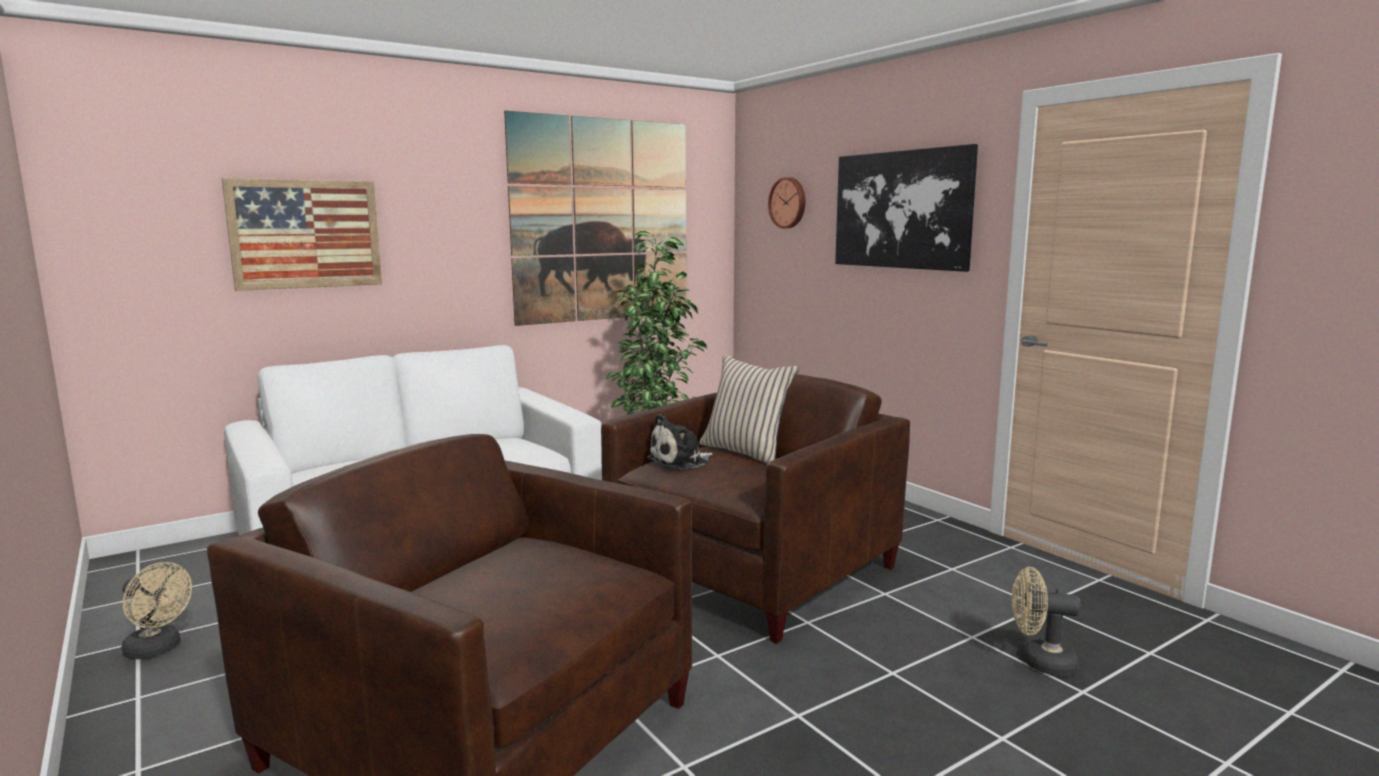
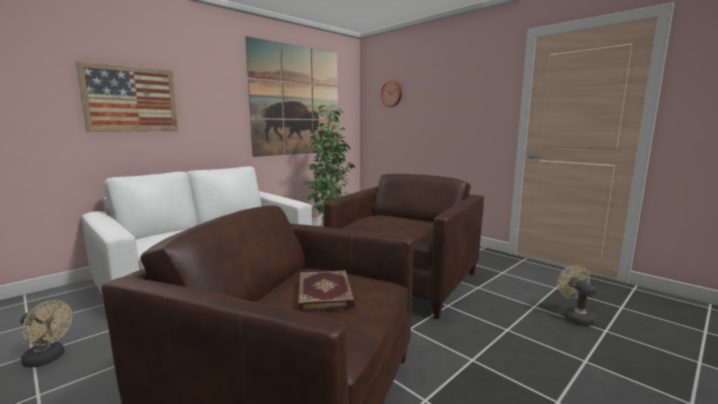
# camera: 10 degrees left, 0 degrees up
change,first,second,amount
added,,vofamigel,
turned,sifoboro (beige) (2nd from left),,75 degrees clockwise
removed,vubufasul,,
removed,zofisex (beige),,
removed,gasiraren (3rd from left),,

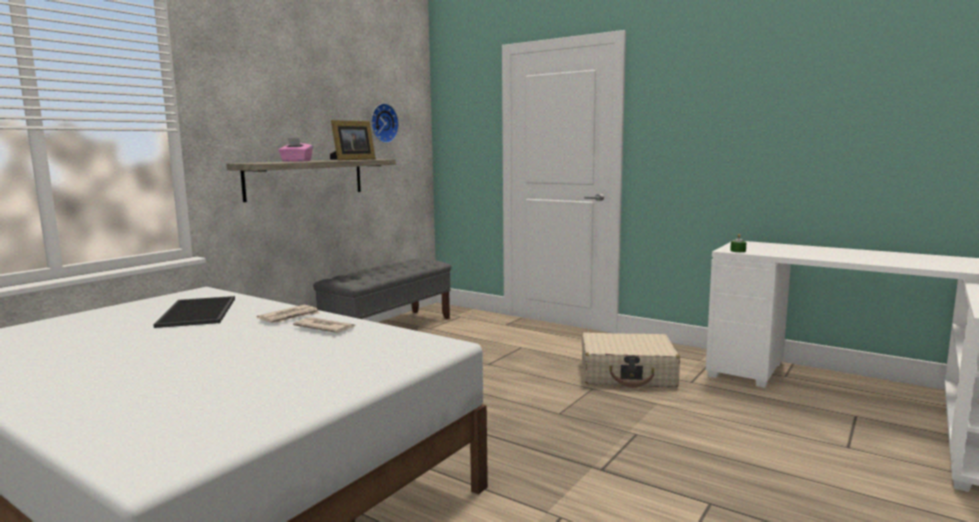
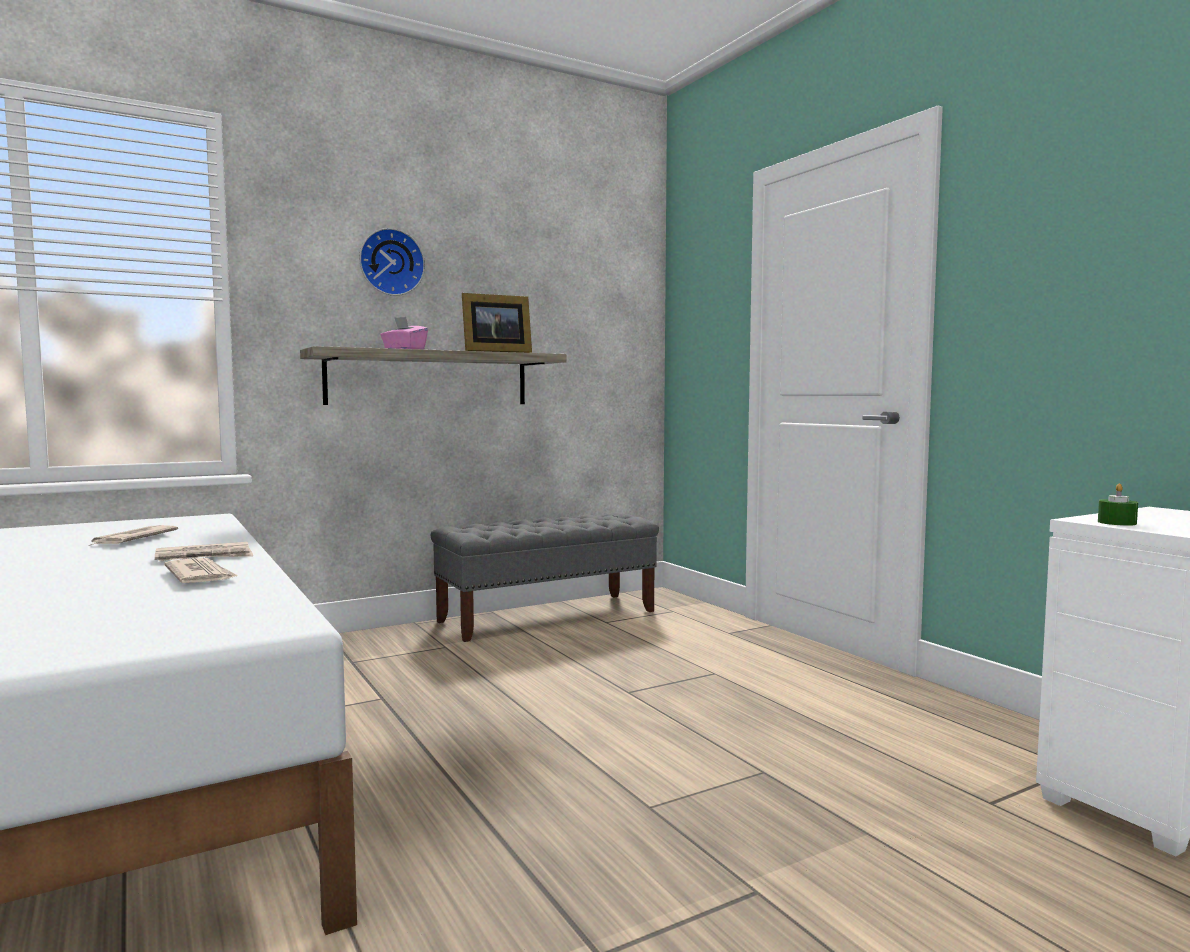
# camera: 25 degrees right, 5 degrees down
change,first,second,amount
replaced,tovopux,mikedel (1st from left),
moved,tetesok,,
removed,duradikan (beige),,

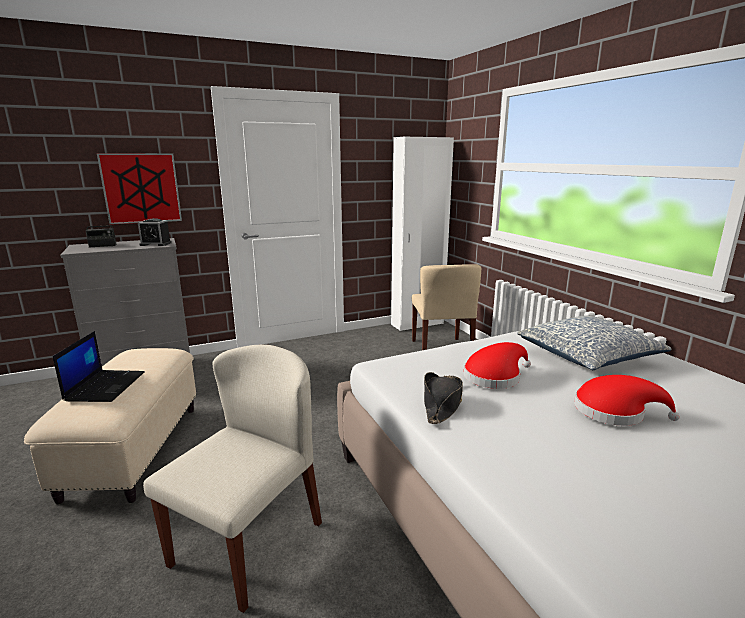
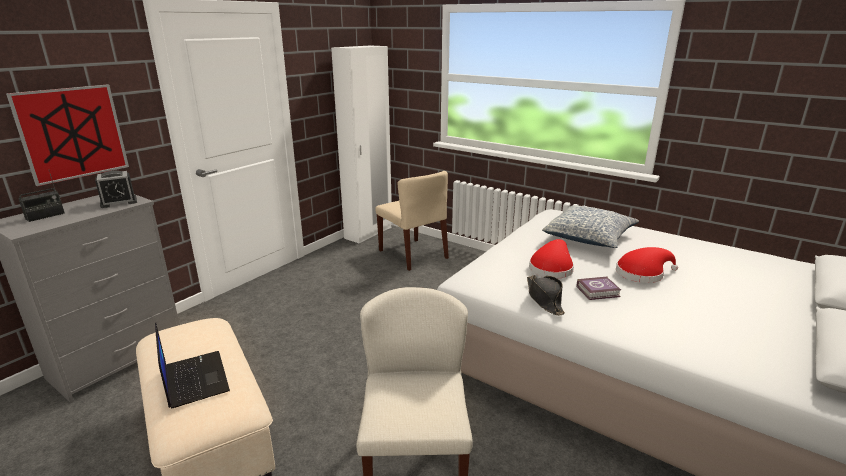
# camera: 30 degrees left, 5 degrees up
change,first,second,amount
added,,vofamigel,

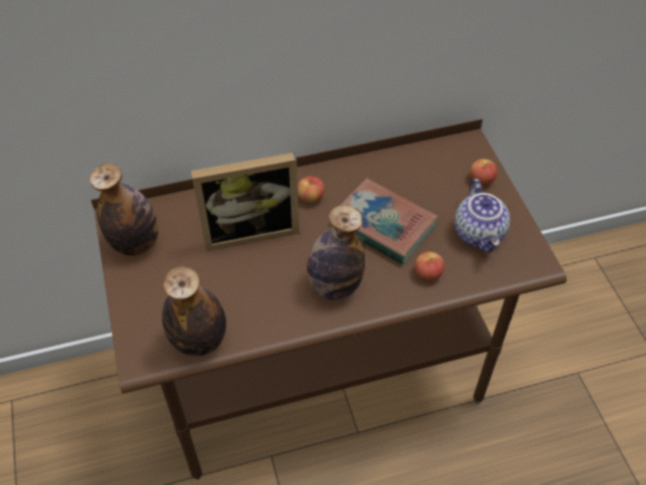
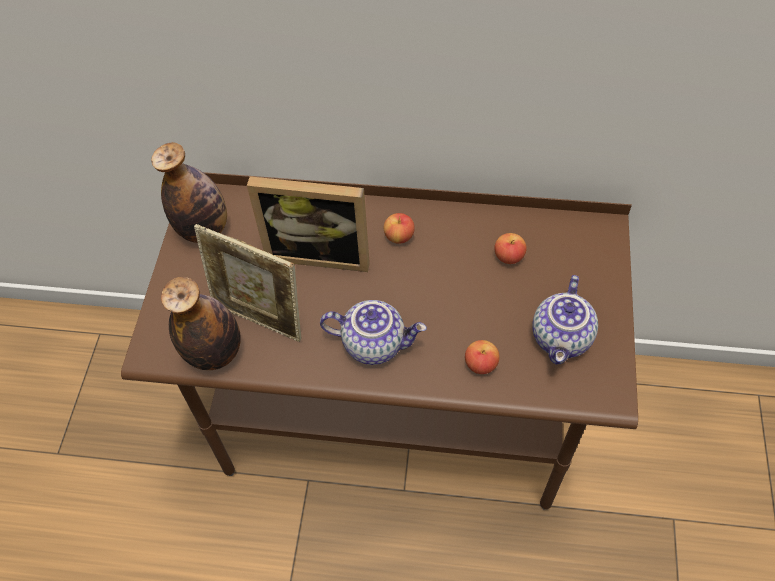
# camera: 25 degrees right, 5 degrees up
change,first,second,amount
added,,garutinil (1st from left),
replaced,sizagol (3rd from left),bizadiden (1st from left),
moved,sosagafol (3rd from left),,
removed,vofamigel,,

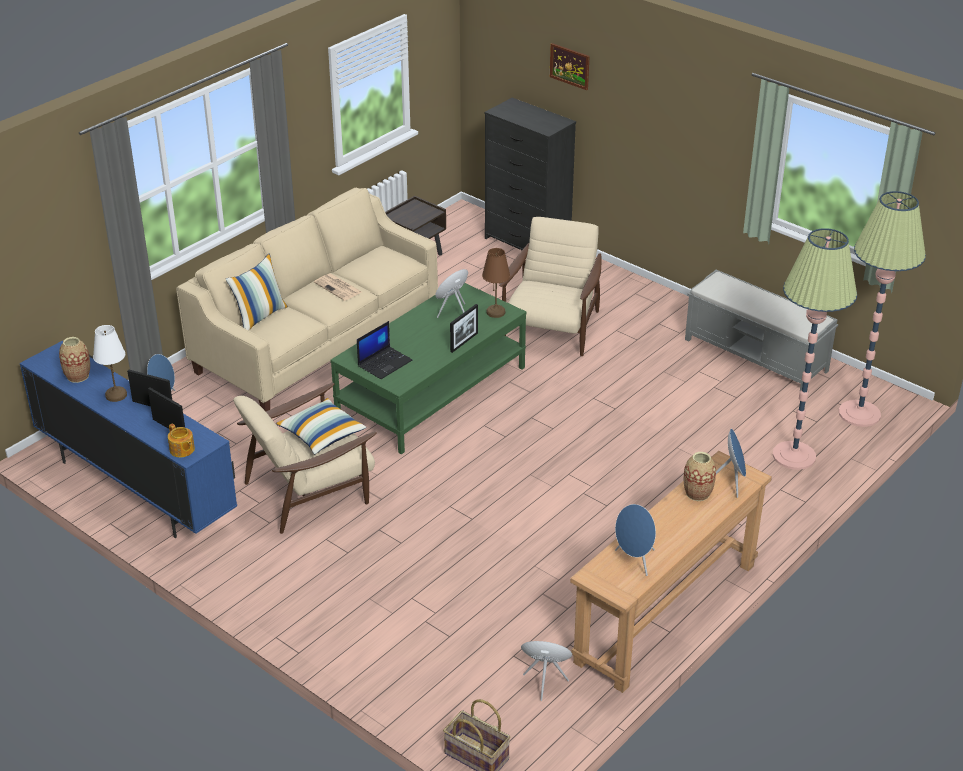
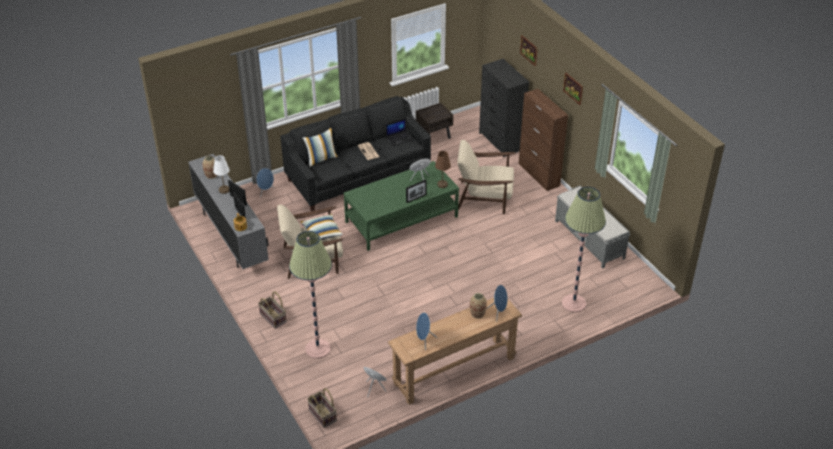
# camera: 20 degrees right, 5 degrees up
change,first,second,amount
recoloured,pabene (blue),pabene (grey),
added,,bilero (1st from left),
recoloured,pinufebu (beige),pinufebu (black),
moved,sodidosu (2nd from left in the first image),sodidosu (1st from left),
moved,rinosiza,,
turned,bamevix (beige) (2nd from left),,120 degrees counterclockwise
added,,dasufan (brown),
added,,gasiraren (2nd from left),

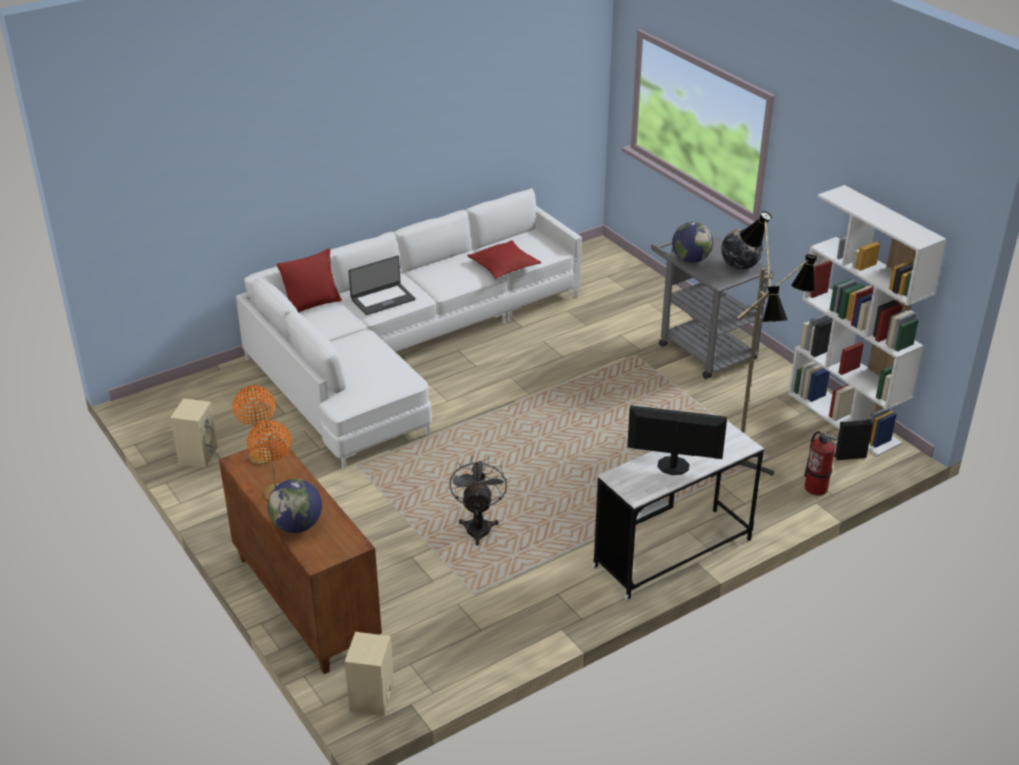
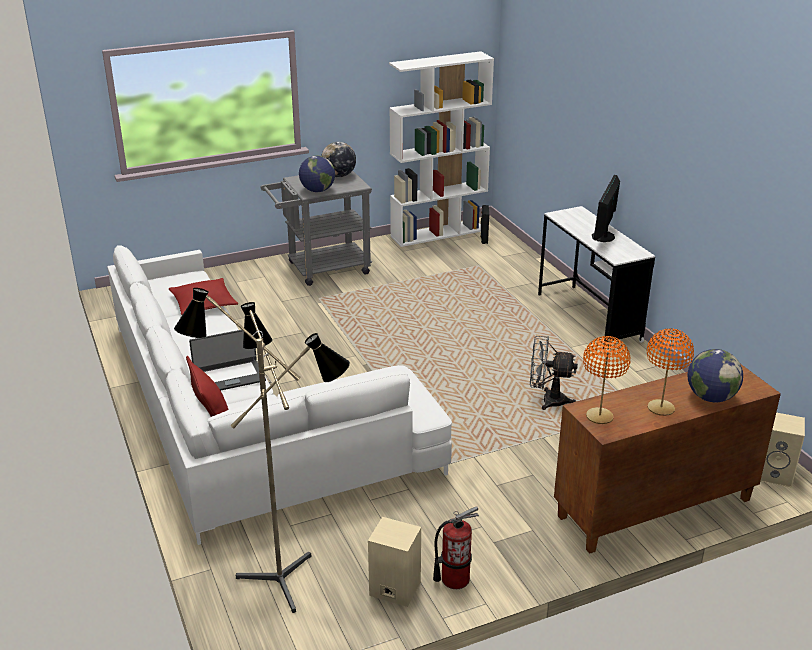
# camera: 80 degrees left, 5 degrees down
change,first,second,amount
moved,sodidosu,,
turned,rinosiza,,90 degrees clockwise
moved,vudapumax,,

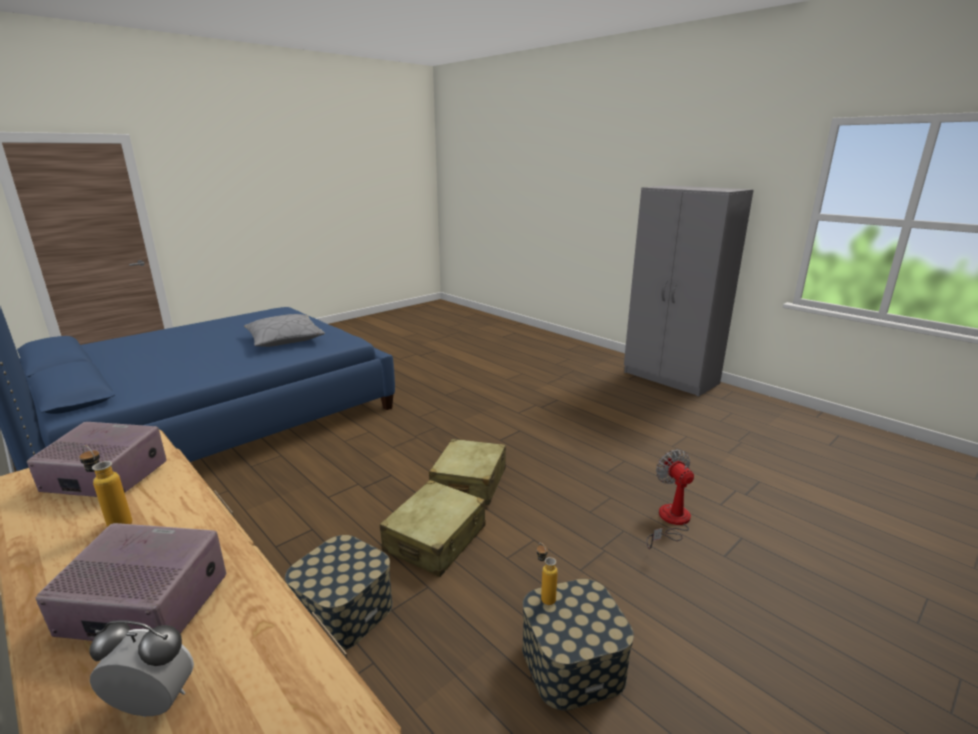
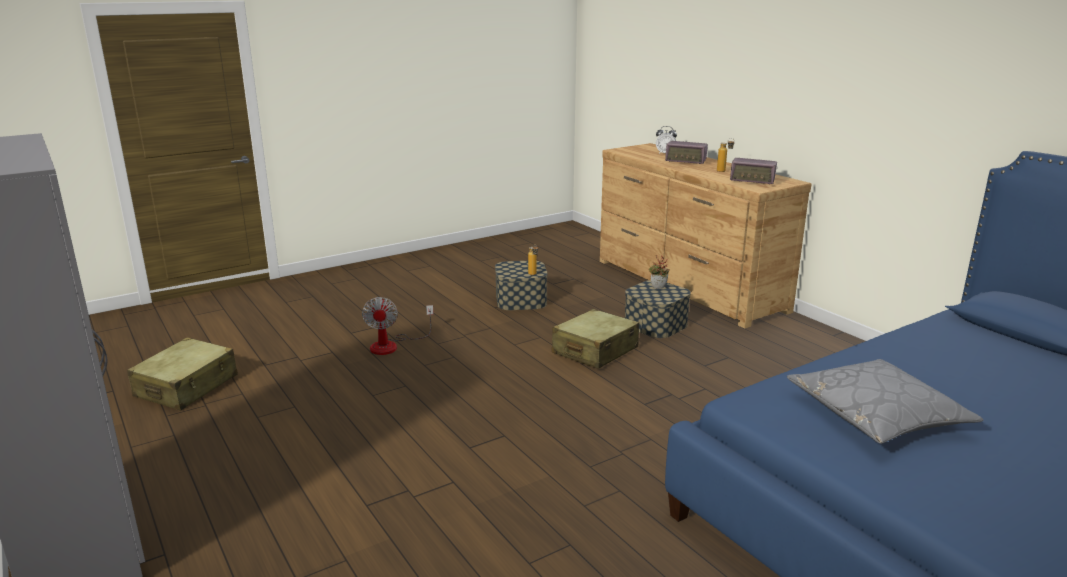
# camera: 170 degrees left, 0 degrees up
change,first,second,amount
moved,duradikan (beige) (2nd from left in the first image),duradikan (beige) (1st from left),
added,,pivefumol,

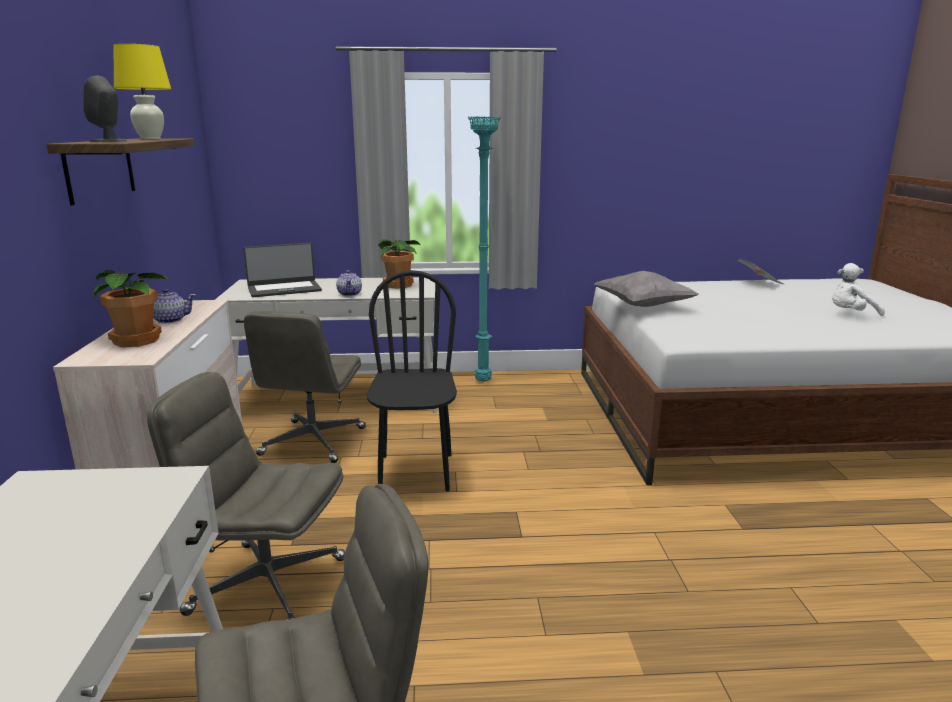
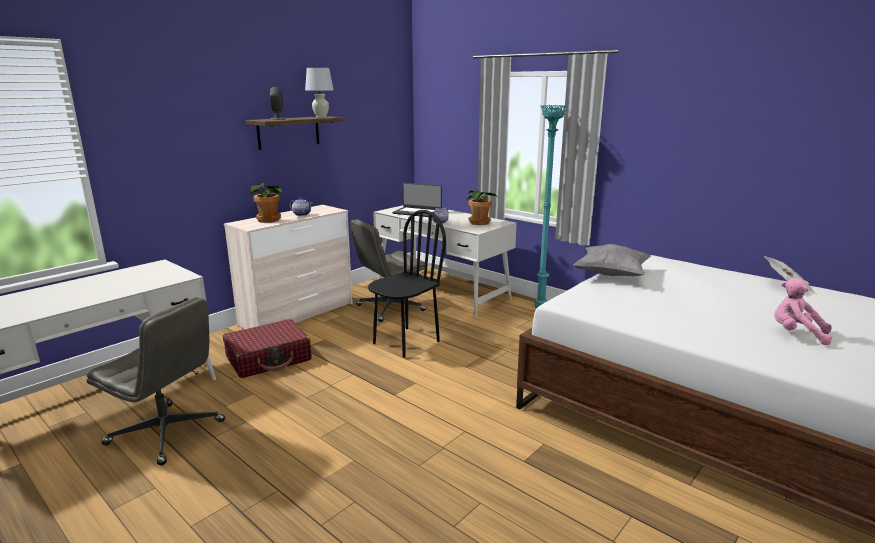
# camera: 45 degrees right, 0 degrees up
change,first,second,amount
replaced,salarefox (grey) (1st from left),duradikan (red),
recoloured,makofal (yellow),makofal (white),
recoloured,vubufasul (white),vubufasul (pink),

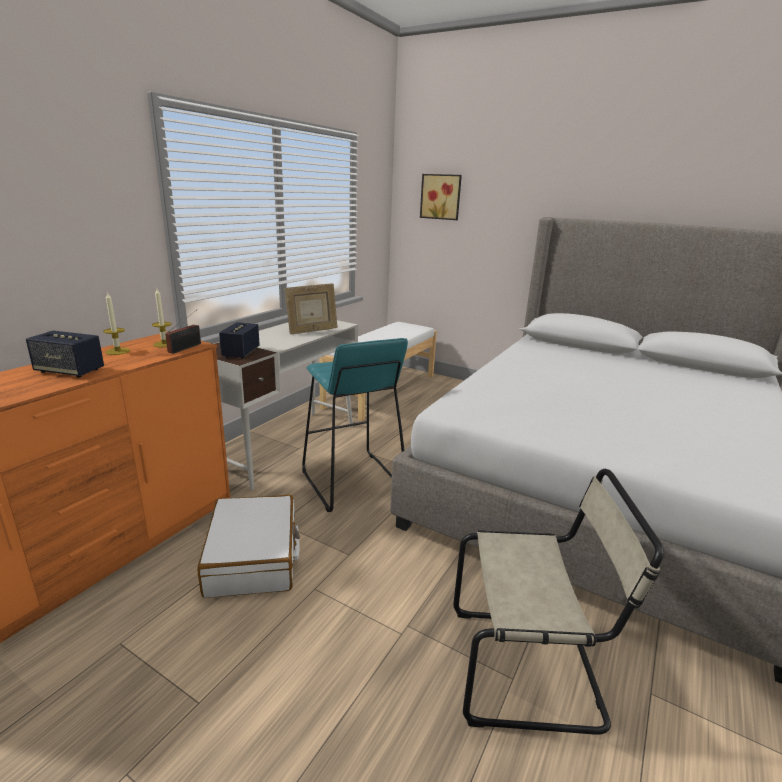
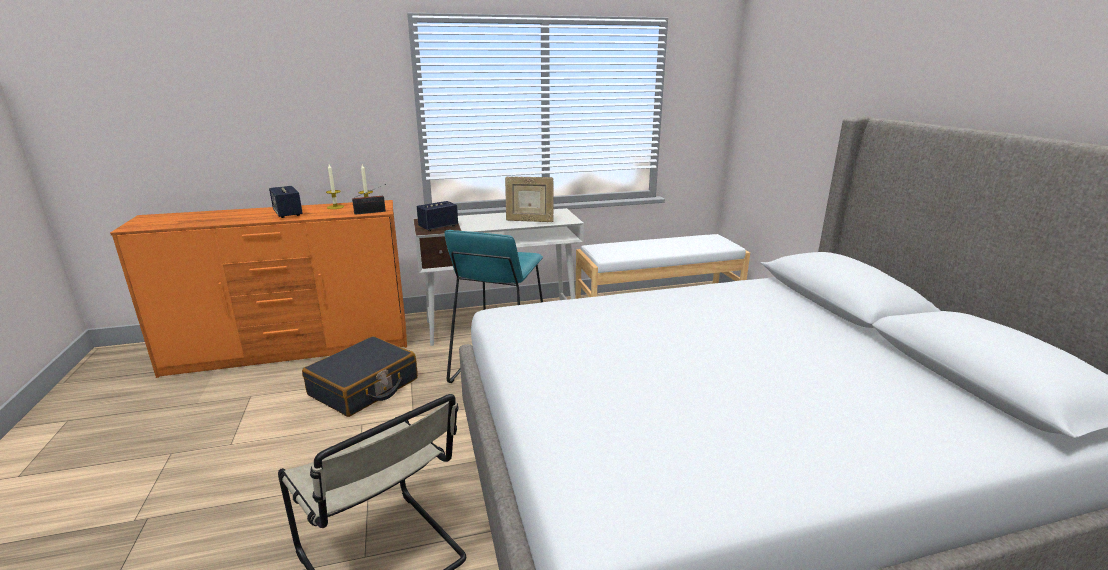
# camera: 45 degrees right, 0 degrees up
change,first,second,amount
recoloured,duradikan (white),duradikan (black),
removed,gasiraren,,

